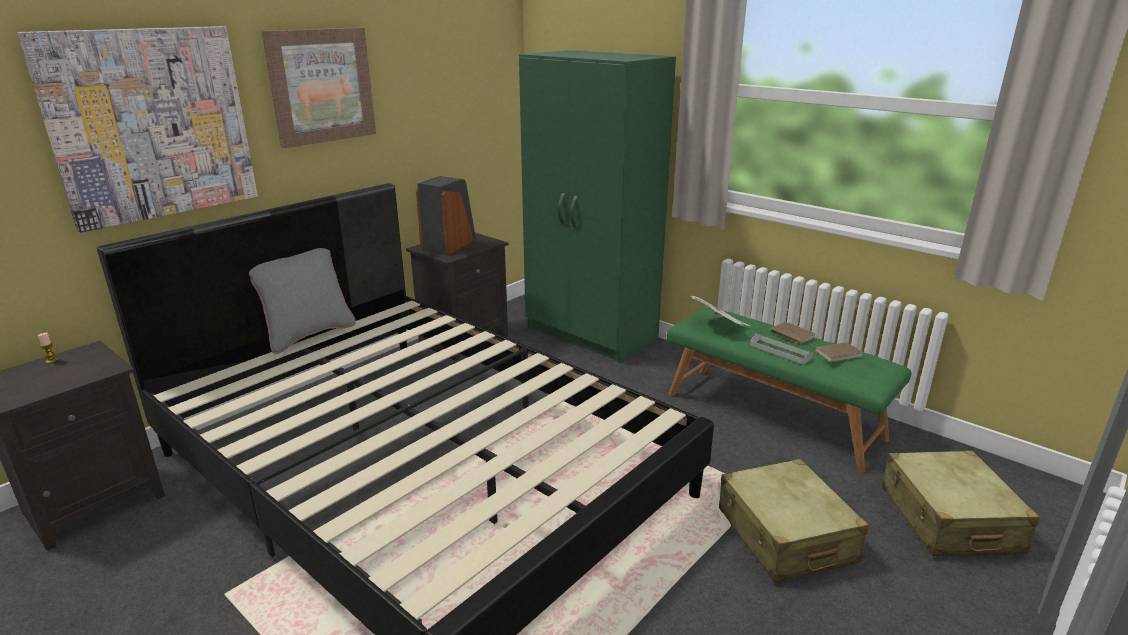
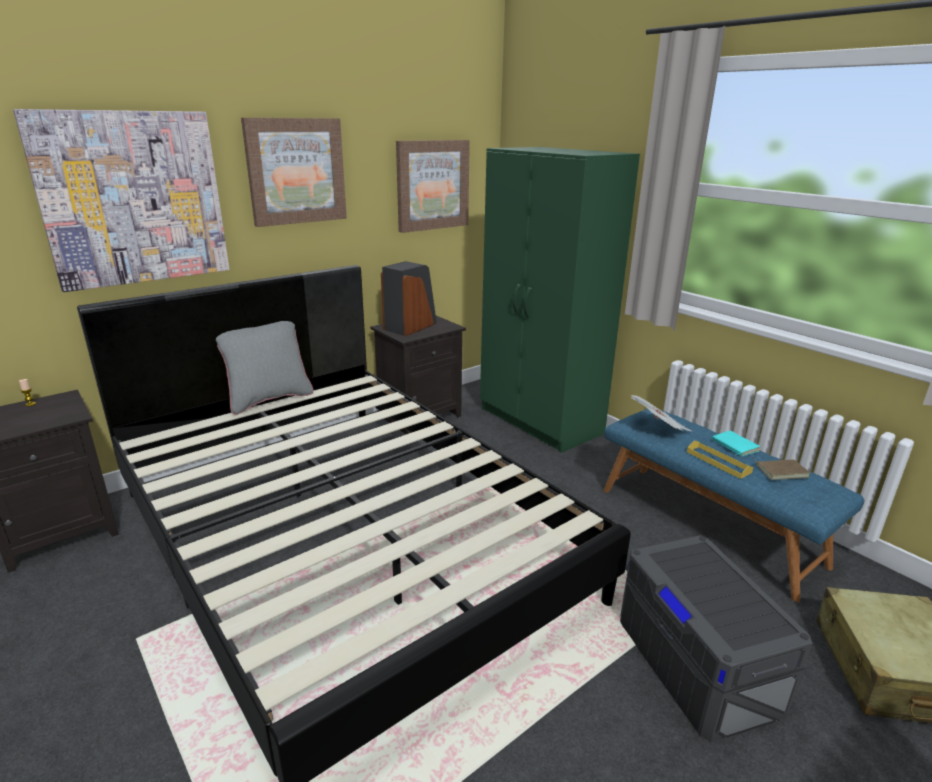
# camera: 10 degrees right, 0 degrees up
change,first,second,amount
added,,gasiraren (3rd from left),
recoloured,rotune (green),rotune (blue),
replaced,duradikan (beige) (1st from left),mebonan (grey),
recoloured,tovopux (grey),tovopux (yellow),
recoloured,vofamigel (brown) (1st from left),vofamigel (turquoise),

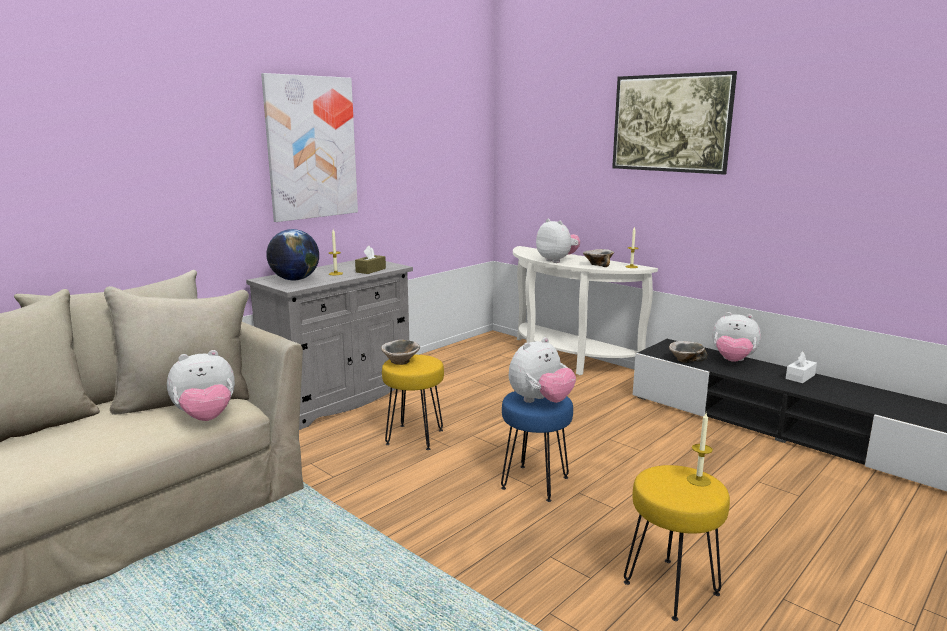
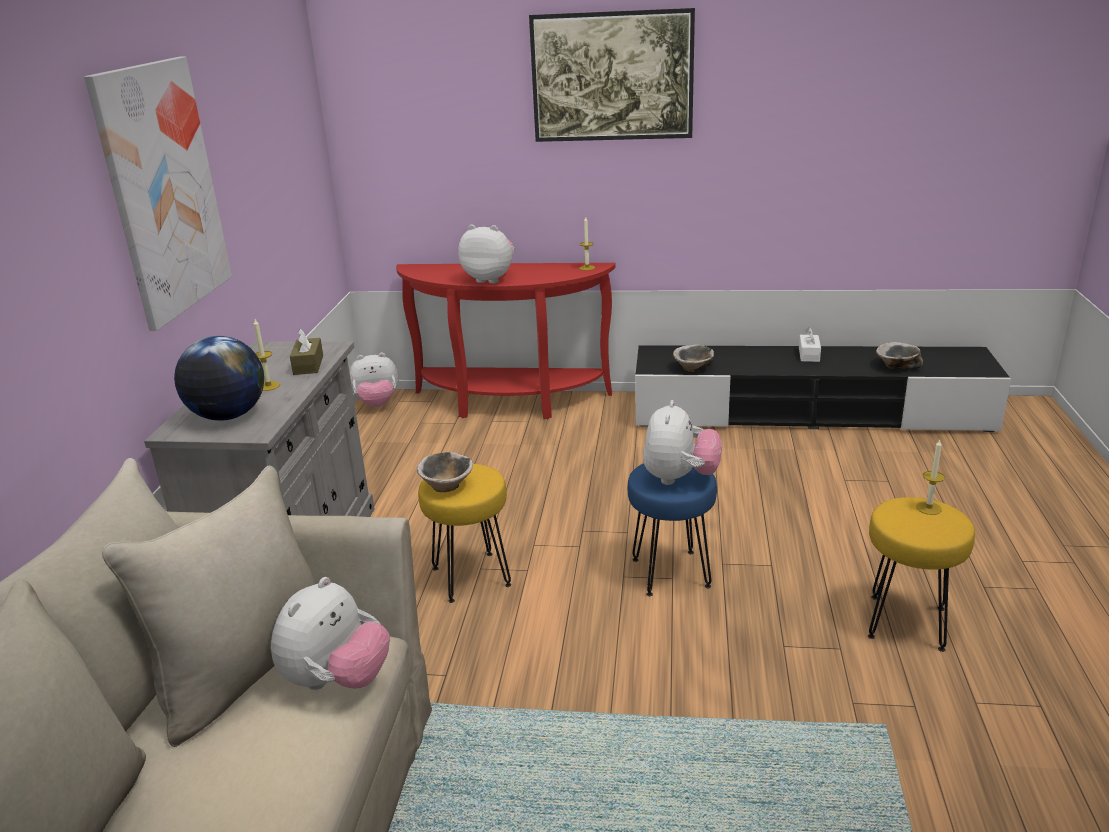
# camera: 35 degrees left, 10 degrees up
change,first,second,amount
moved,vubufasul (4th from left in the first image),vubufasul (2nd from left),
recoloured,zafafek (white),zafafek (red),
moved,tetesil (2nd from left in the first image),tetesil (3rd from left),

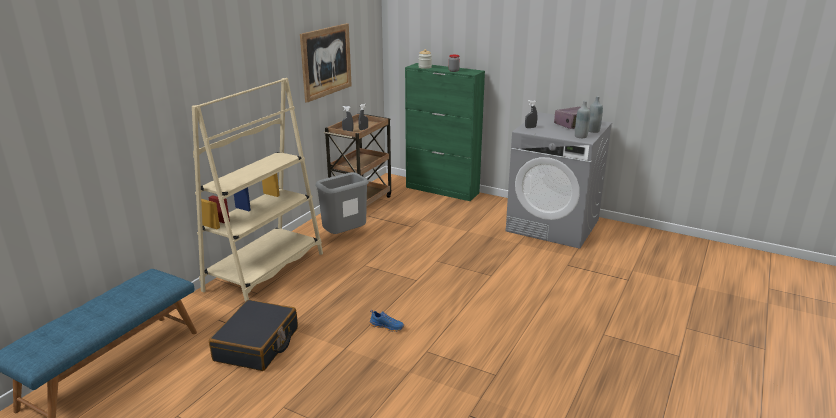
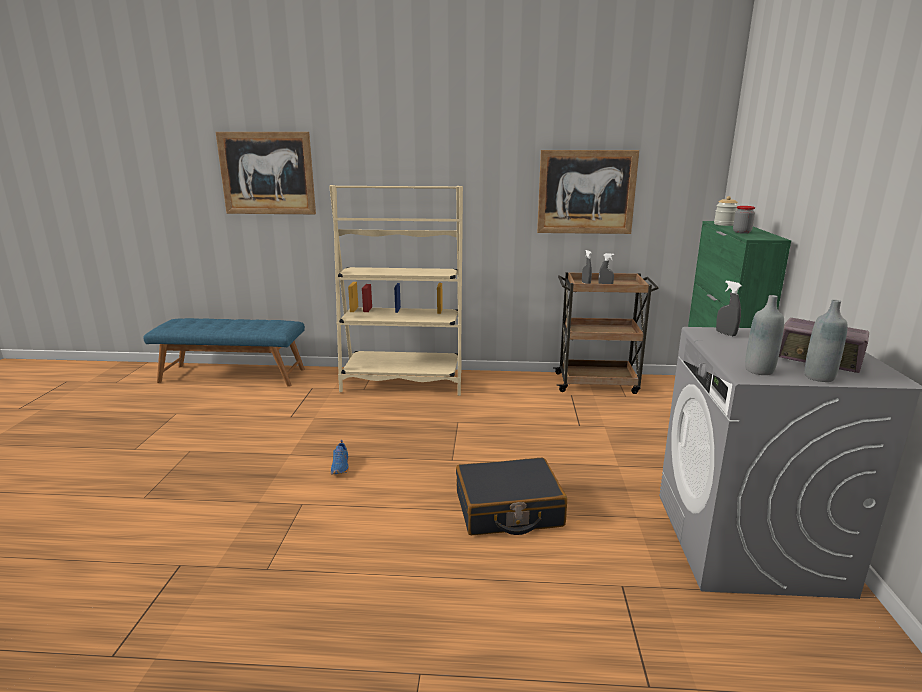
# camera: 65 degrees right, 5 degrees down
change,first,second,amount
added,,gasiraren (1st from left),
moved,duradikan (black),,
removed,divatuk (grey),,

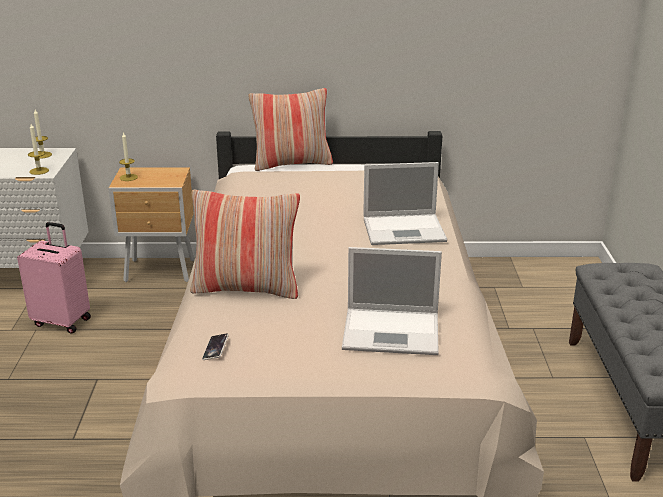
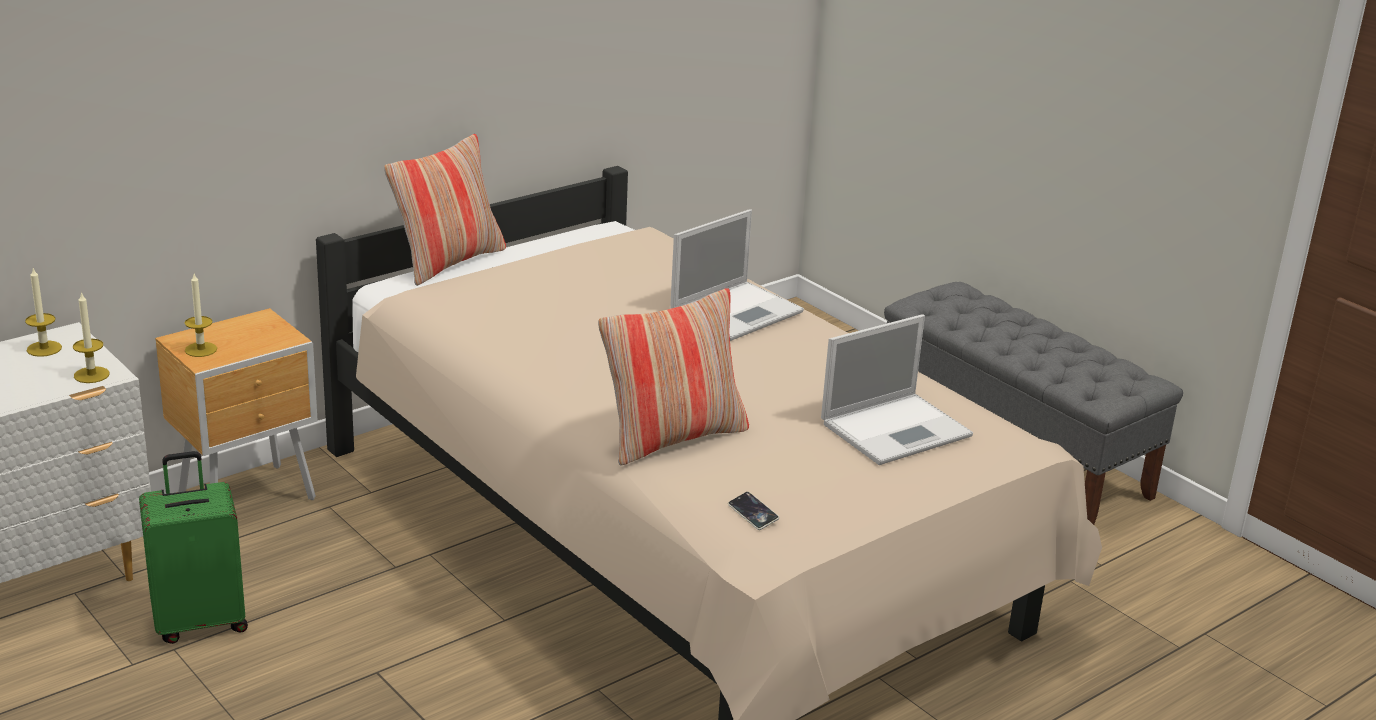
# camera: 40 degrees left, 0 degrees up
change,first,second,amount
recoloured,duradikan (pink),duradikan (green),

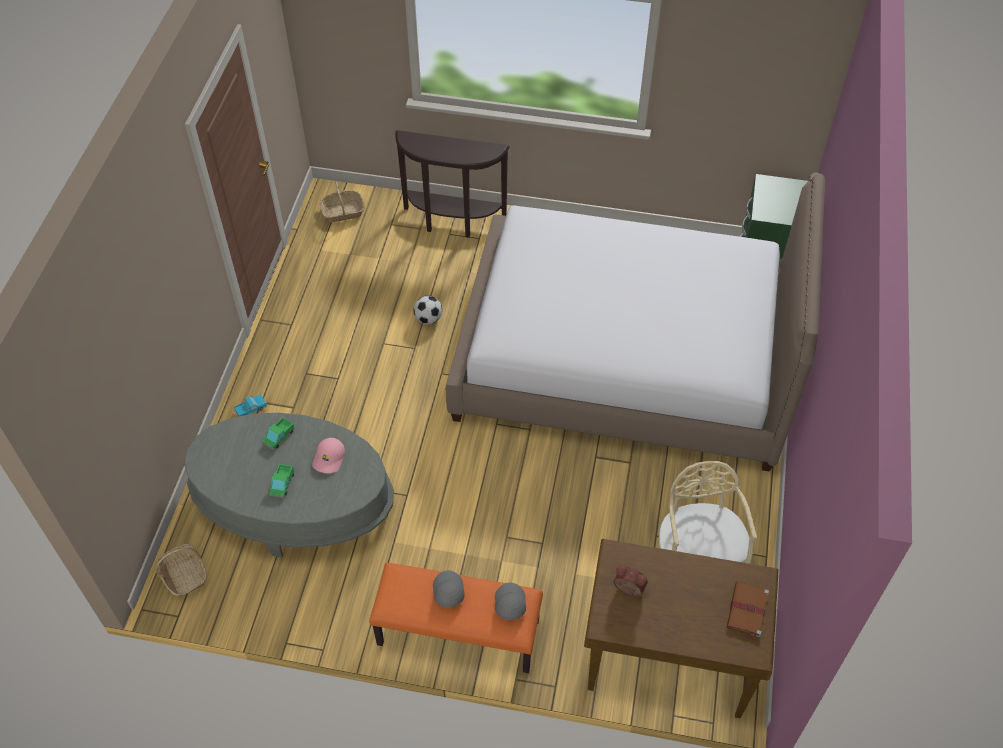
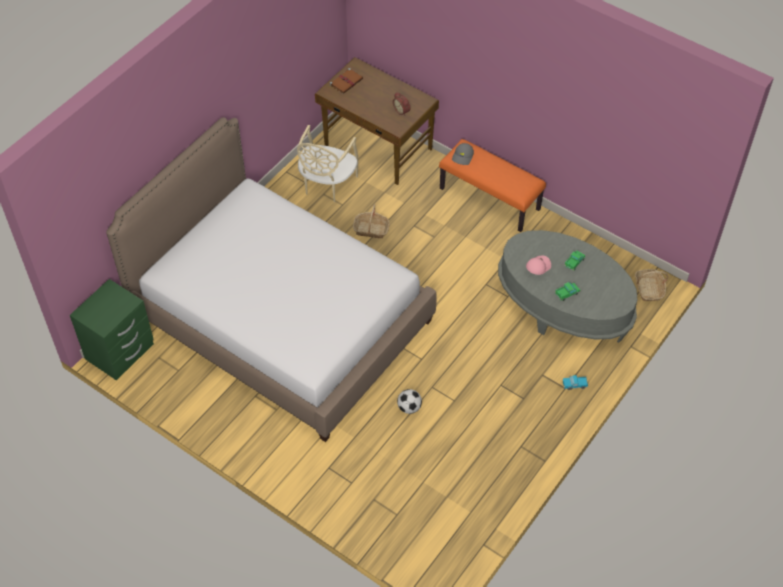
# camera: 155 degrees left, 0 degrees up
change,first,second,amount
moved,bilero (2nd from left in the first image),bilero (1st from left),
removed,zafafek (brown),,
removed,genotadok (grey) (1st from left),,

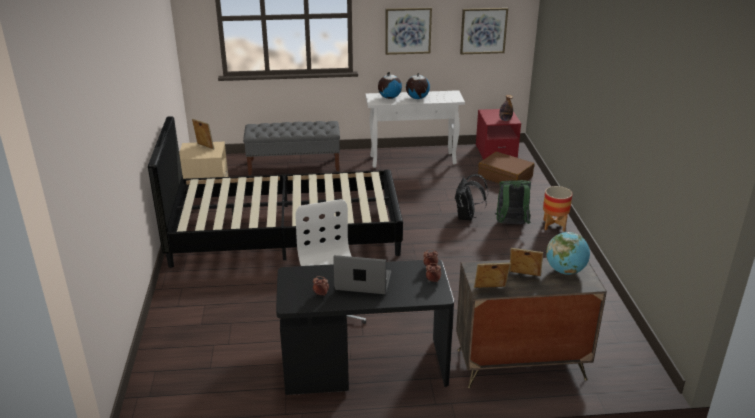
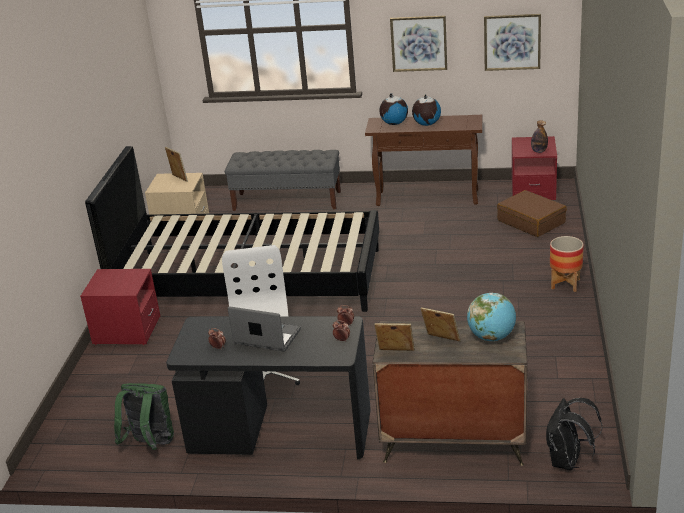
# camera: 15 degrees right, 0 degrees up
change,first,second,amount
added,,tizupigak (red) (1st from left),
moved,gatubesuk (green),,
recoloured,zafafek (white),zafafek (brown),
moved,gatubesuk (black),,

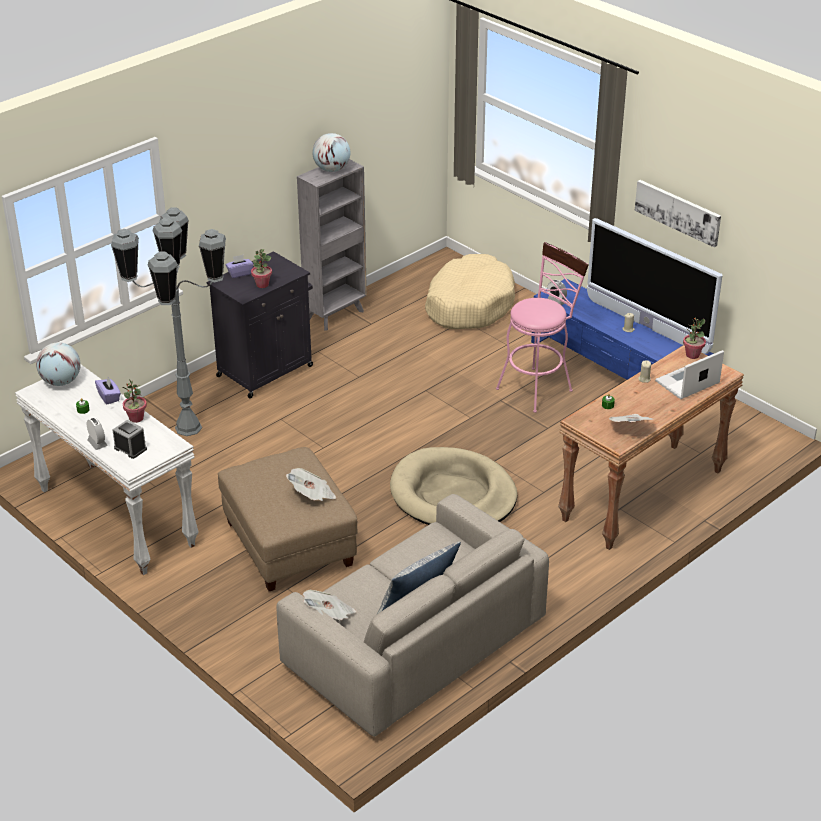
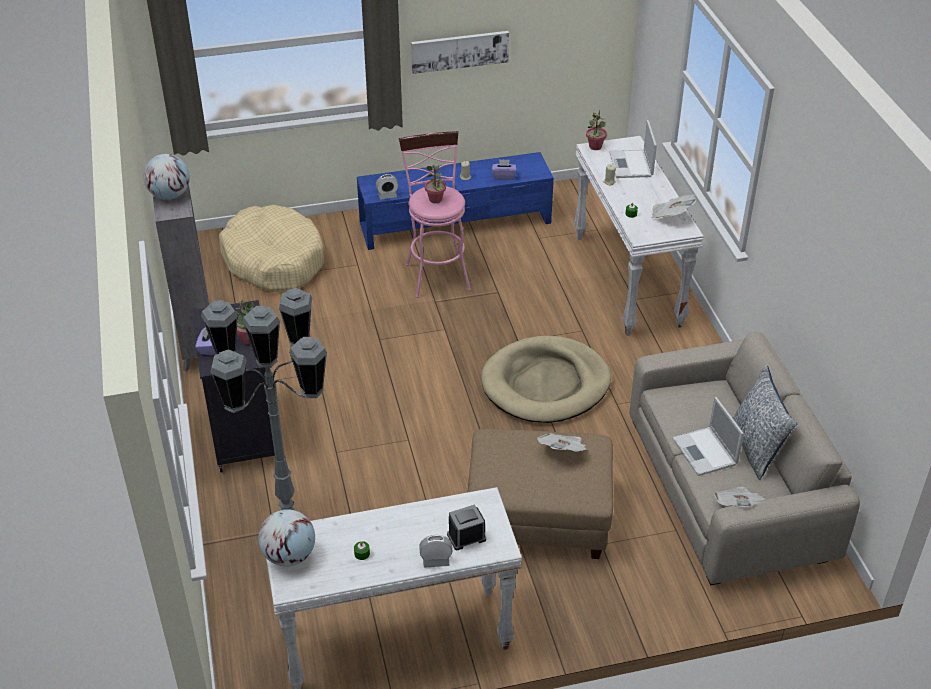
# camera: 60 degrees left, 5 degrees up
change,first,second,amount
moved,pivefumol (1st from left in the first image),pivefumol (2nd from left),
moved,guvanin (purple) (1st from left in the first image),guvanin (purple) (2nd from left),
recoloured,zafafek (brown),zafafek (white) (2nd from left),
added,,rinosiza (2nd from left),
removed,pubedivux,,

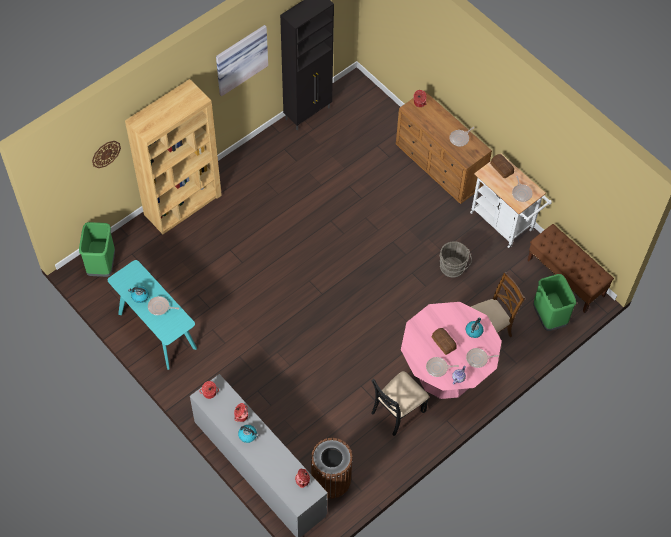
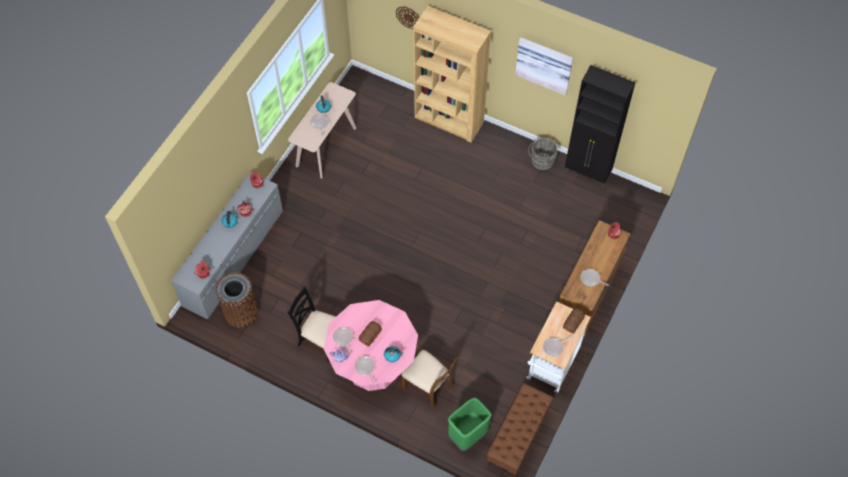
# camera: 70 degrees right, 0 degrees up
change,first,second,amount
recoloured,zafafek (turquoise),zafafek (beige),
moved,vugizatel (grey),,
removed,divatuk (green) (1st from left),,

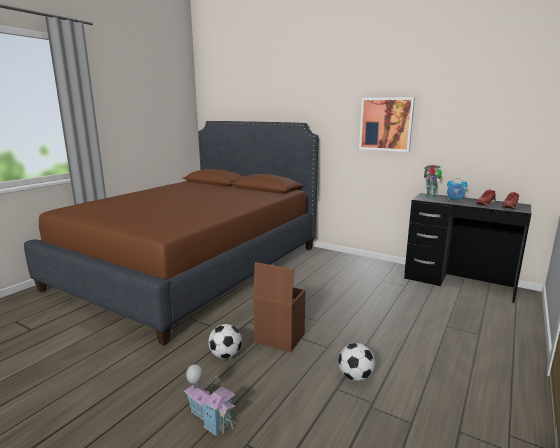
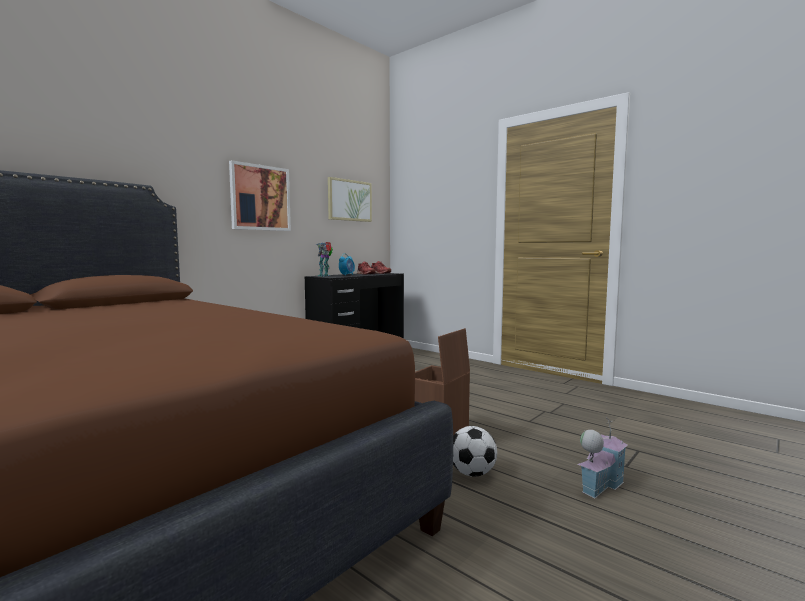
# camera: 80 degrees left, 10 degrees down
change,first,second,amount
added,,gasiraren (2nd from left),
removed,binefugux (2nd from left),,

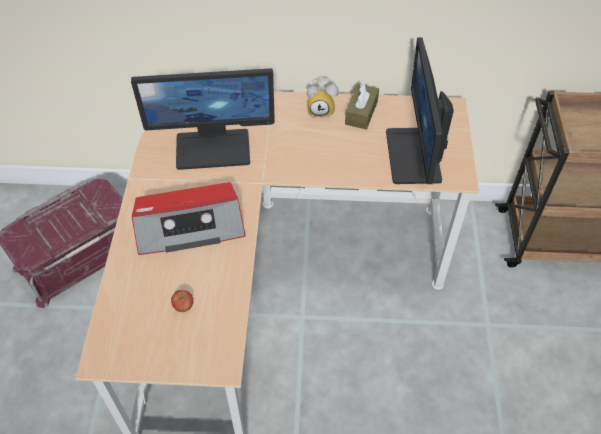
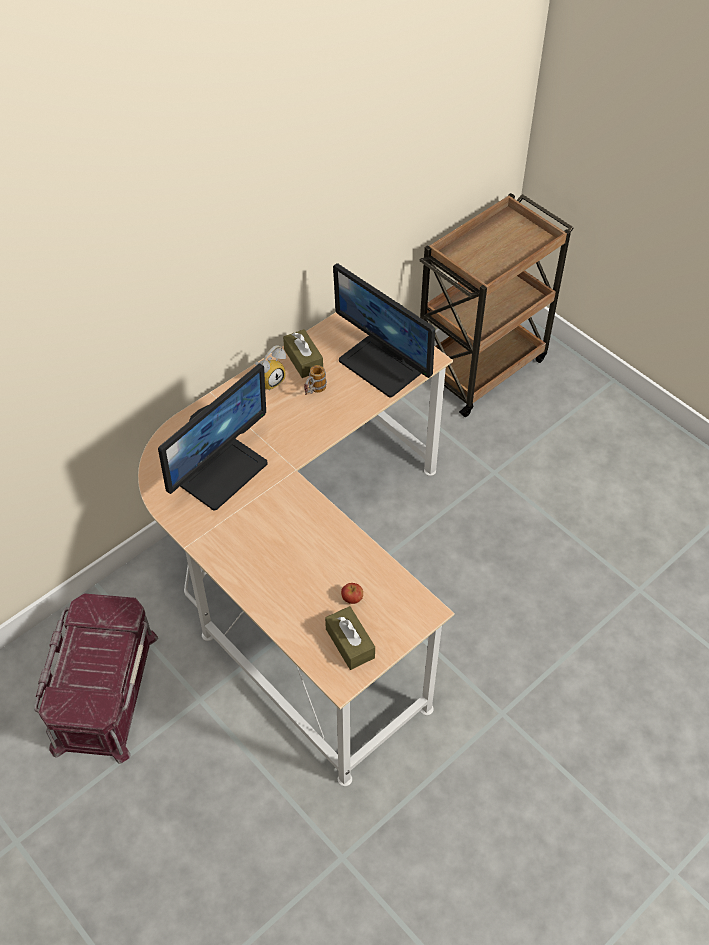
# camera: 45 degrees left, 0 degrees up
change,first,second,amount
added,,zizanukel,
added,,guvanin (brown) (2nd from left),
removed,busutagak,,

